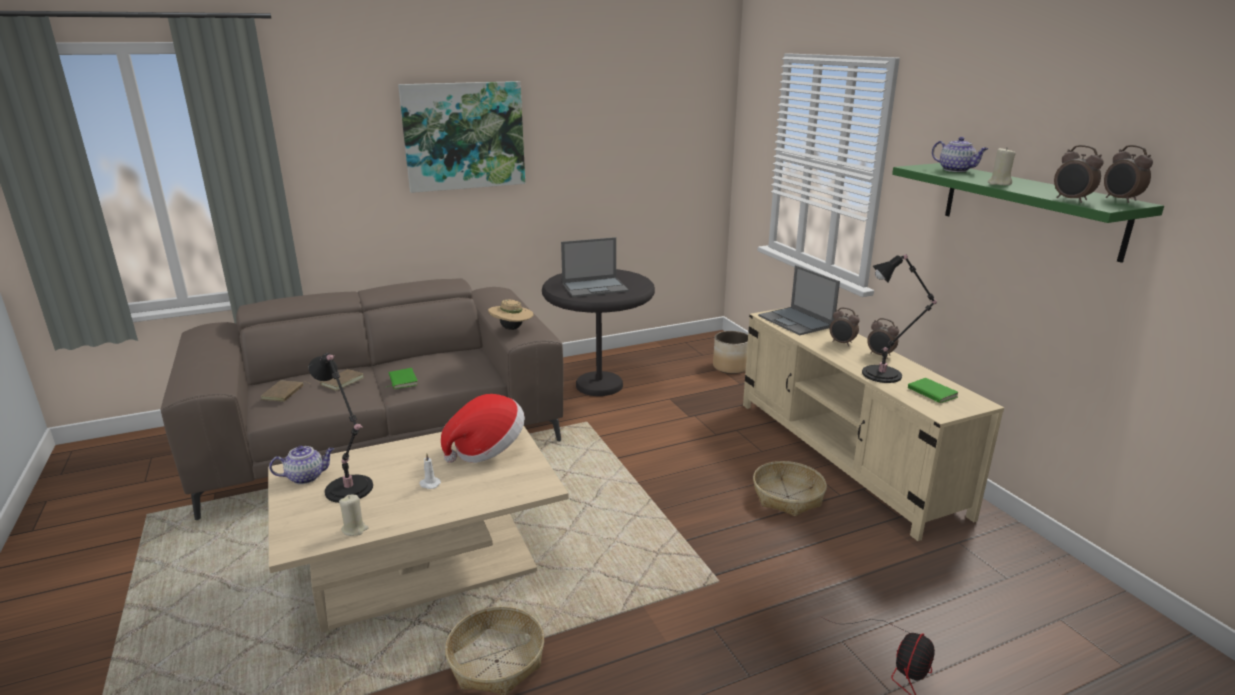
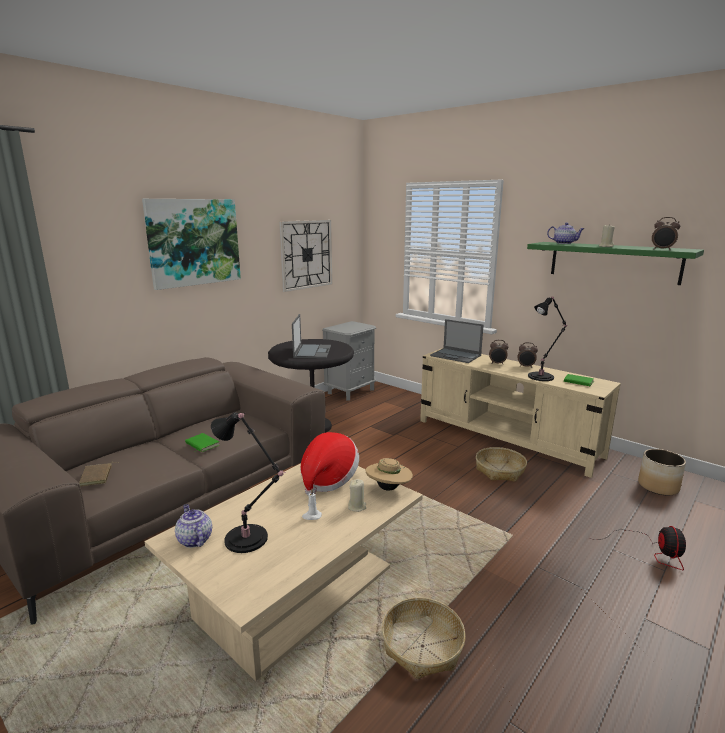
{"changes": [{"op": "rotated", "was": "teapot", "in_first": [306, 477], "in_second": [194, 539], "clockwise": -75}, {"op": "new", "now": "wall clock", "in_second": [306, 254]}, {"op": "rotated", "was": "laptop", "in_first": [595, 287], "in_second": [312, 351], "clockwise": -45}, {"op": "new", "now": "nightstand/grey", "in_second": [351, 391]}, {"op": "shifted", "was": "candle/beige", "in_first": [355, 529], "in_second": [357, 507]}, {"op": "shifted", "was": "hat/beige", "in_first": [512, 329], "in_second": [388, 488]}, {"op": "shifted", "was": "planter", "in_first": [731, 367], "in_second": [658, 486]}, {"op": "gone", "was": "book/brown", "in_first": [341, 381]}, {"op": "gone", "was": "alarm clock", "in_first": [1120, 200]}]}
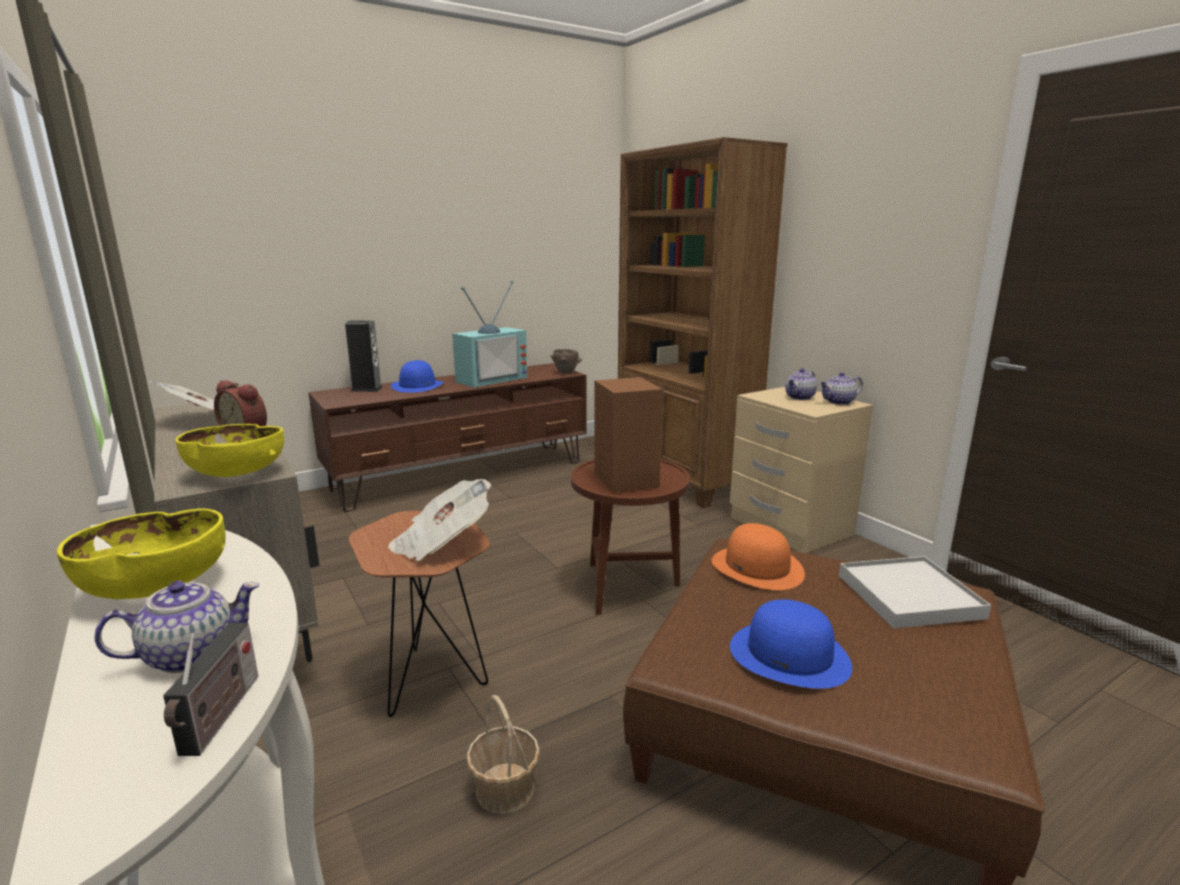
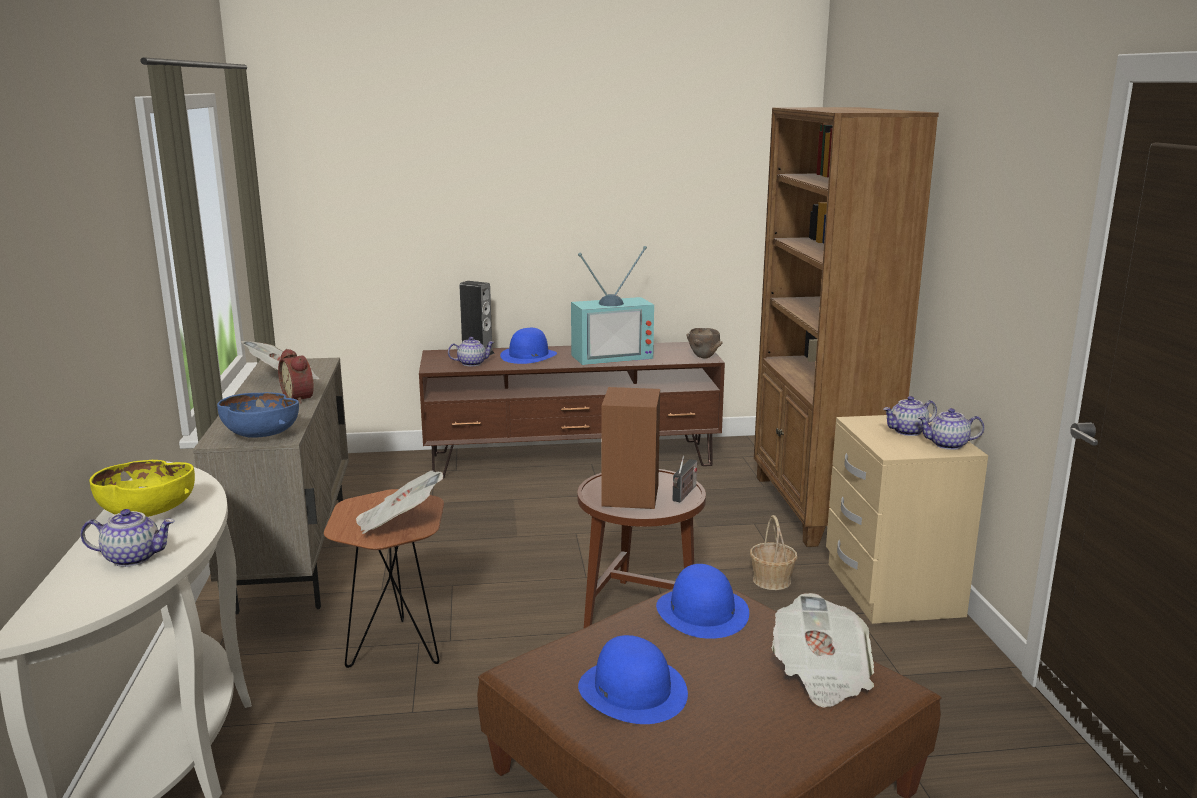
{"changes": [{"op": "repainted", "was": "bowl/yellow", "now": "bowl/blue", "in_first": [236, 474], "in_second": [260, 435]}, {"op": "new", "now": "teapot", "in_second": [472, 363]}, {"op": "repainted", "was": "hat/orange", "now": "hat/blue", "in_first": [757, 567], "in_second": [702, 612]}, {"op": "shifted", "was": "radio", "in_first": [220, 717], "in_second": [684, 494]}, {"op": "shifted", "was": "basket", "in_first": [504, 790], "in_second": [771, 580]}, {"op": "swapped", "was": "tray/white", "now": "newspaper", "in_first": [909, 596], "in_second": [821, 675]}]}
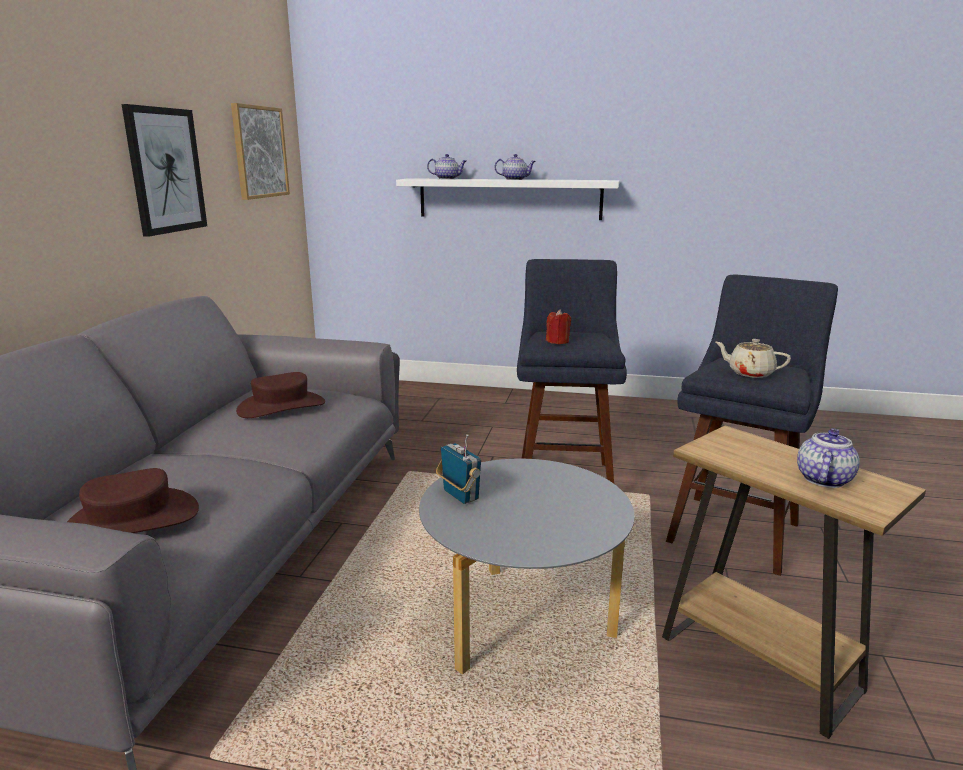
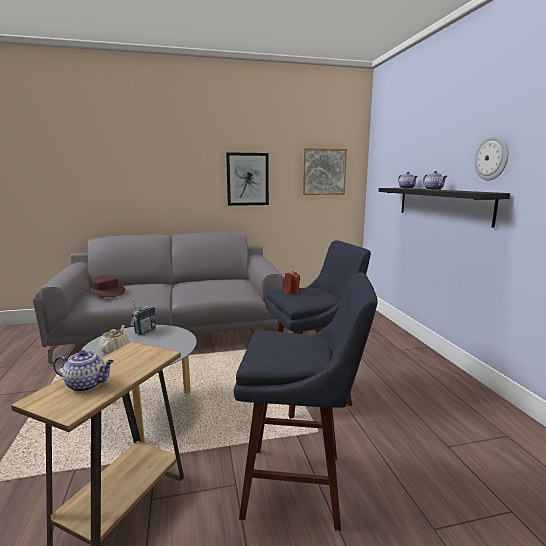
{"changes": [{"op": "shifted", "was": "teapot/beige", "in_first": [749, 373], "in_second": [115, 350]}, {"op": "repainted", "was": "shelf/white", "now": "shelf/black", "in_first": [509, 198], "in_second": [441, 204]}, {"op": "new", "now": "wall clock", "in_second": [492, 158]}, {"op": "gone", "was": "hat/brown", "in_first": [281, 406]}]}
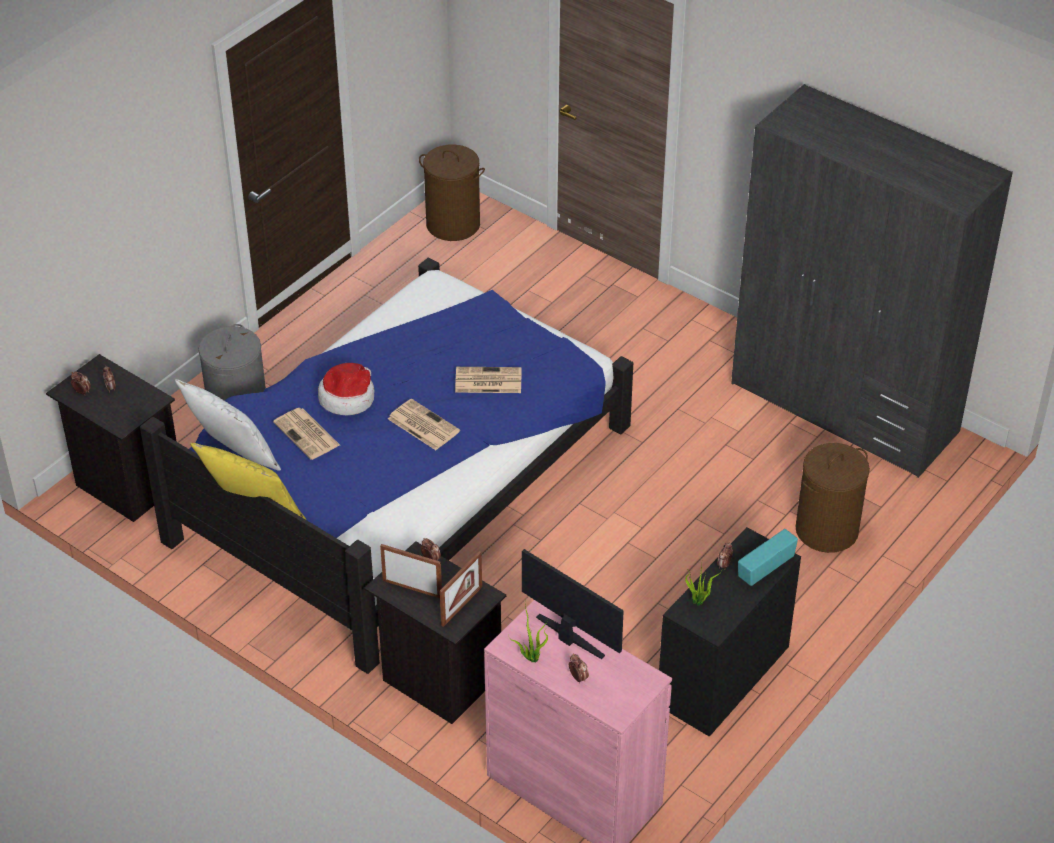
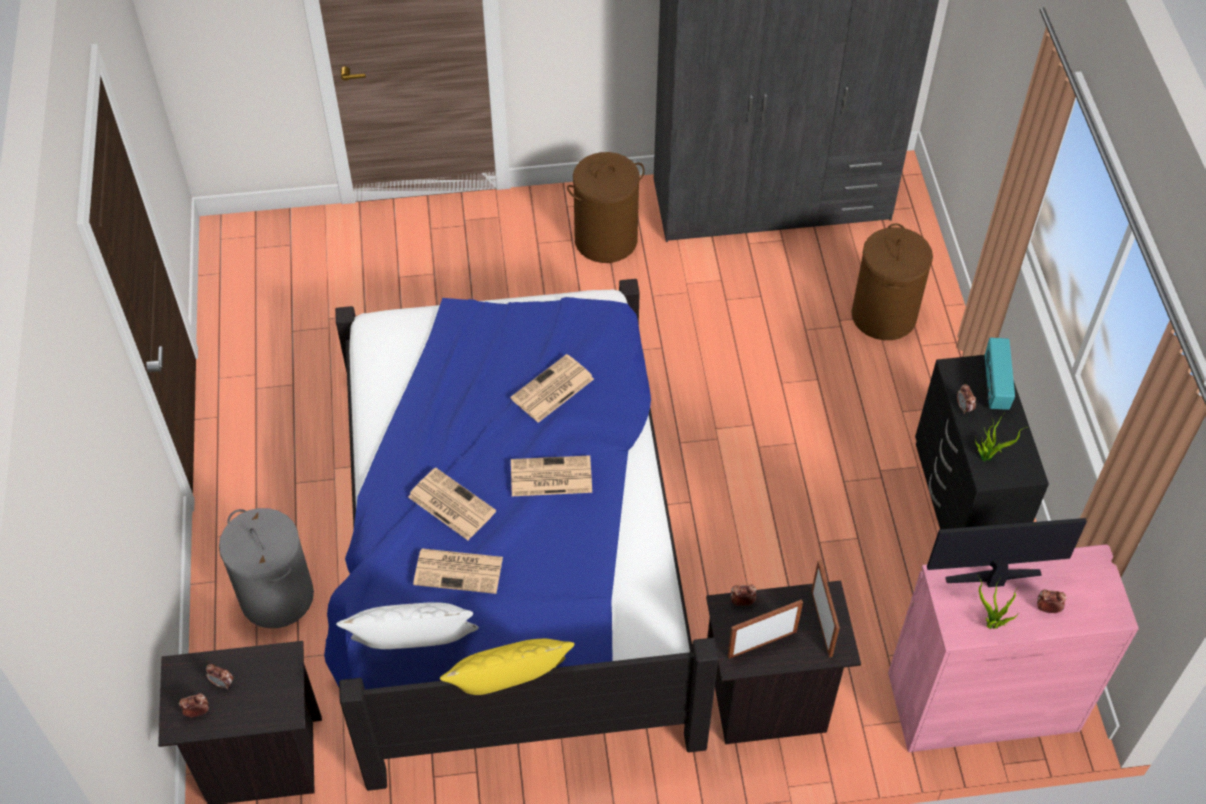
{"changes": [{"op": "swapped", "was": "hat", "now": "newspaper", "in_first": [347, 397], "in_second": [450, 504]}, {"op": "shifted", "was": "laundry basket/brown", "in_first": [453, 224], "in_second": [606, 239]}]}
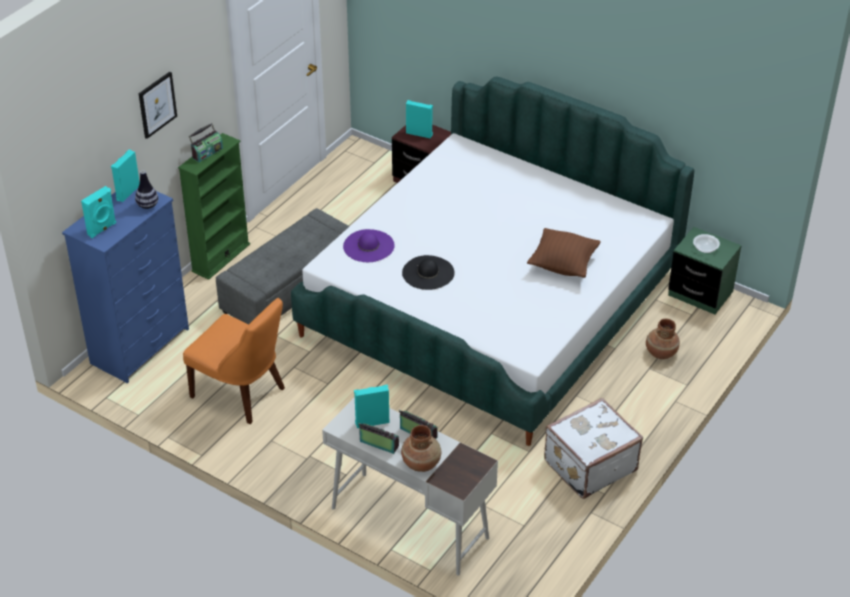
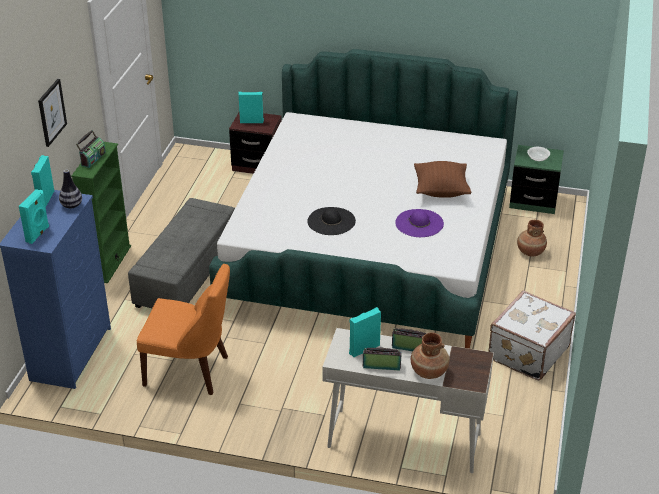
{"changes": [{"op": "shifted", "was": "hat/purple", "in_first": [368, 246], "in_second": [419, 223]}]}
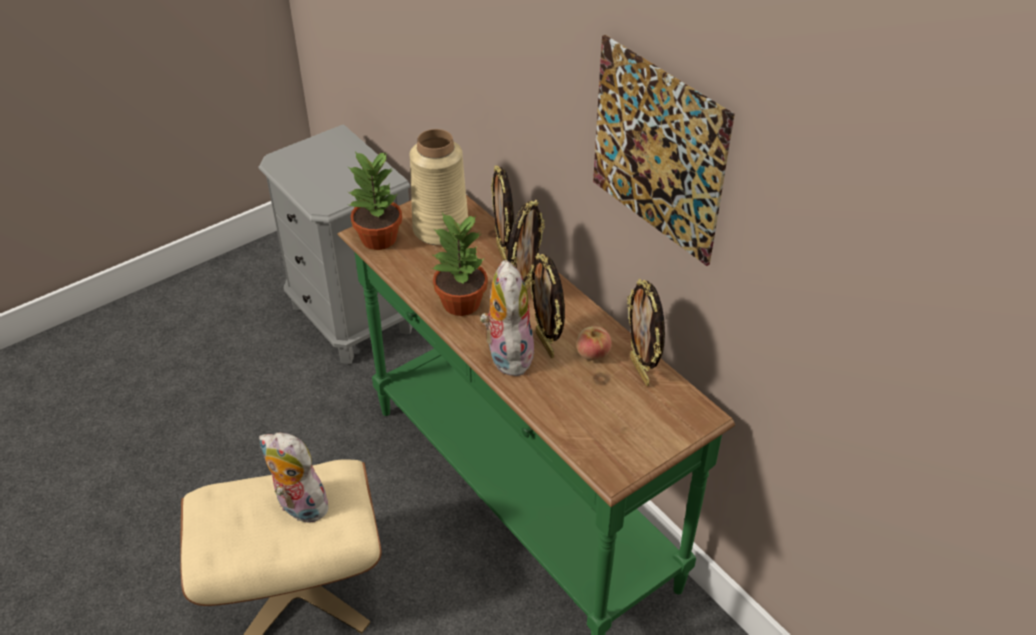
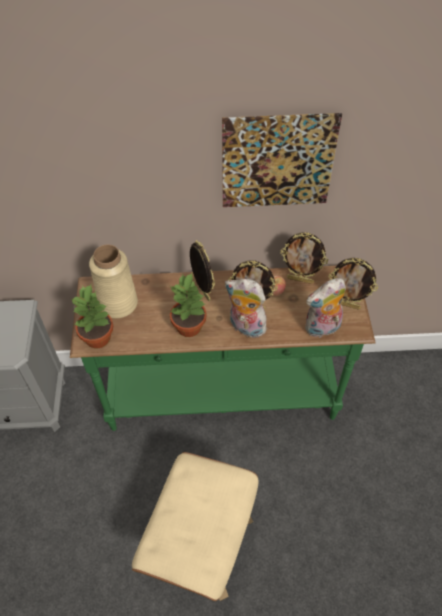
{"changes": [{"op": "shifted", "was": "plush toy", "in_first": [299, 506], "in_second": [322, 329]}, {"op": "shifted", "was": "picture frame", "in_first": [503, 254], "in_second": [346, 304]}]}
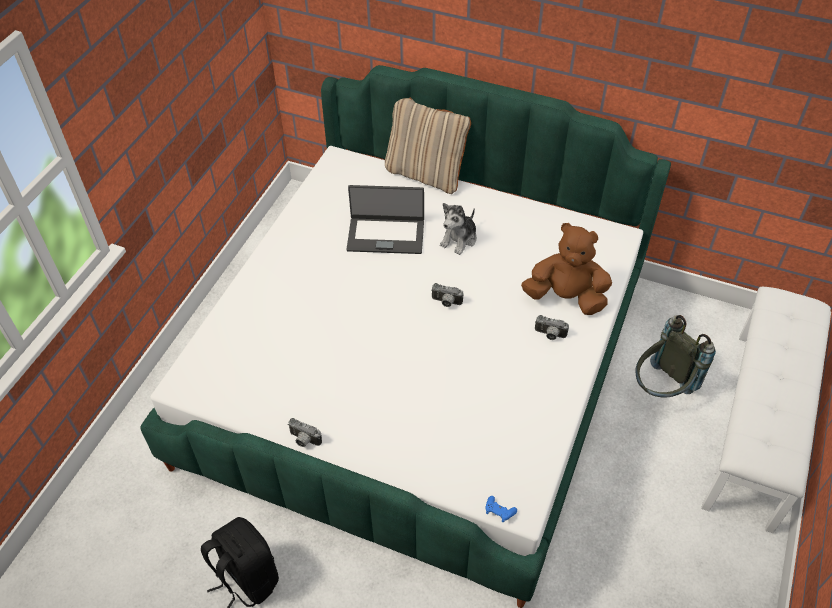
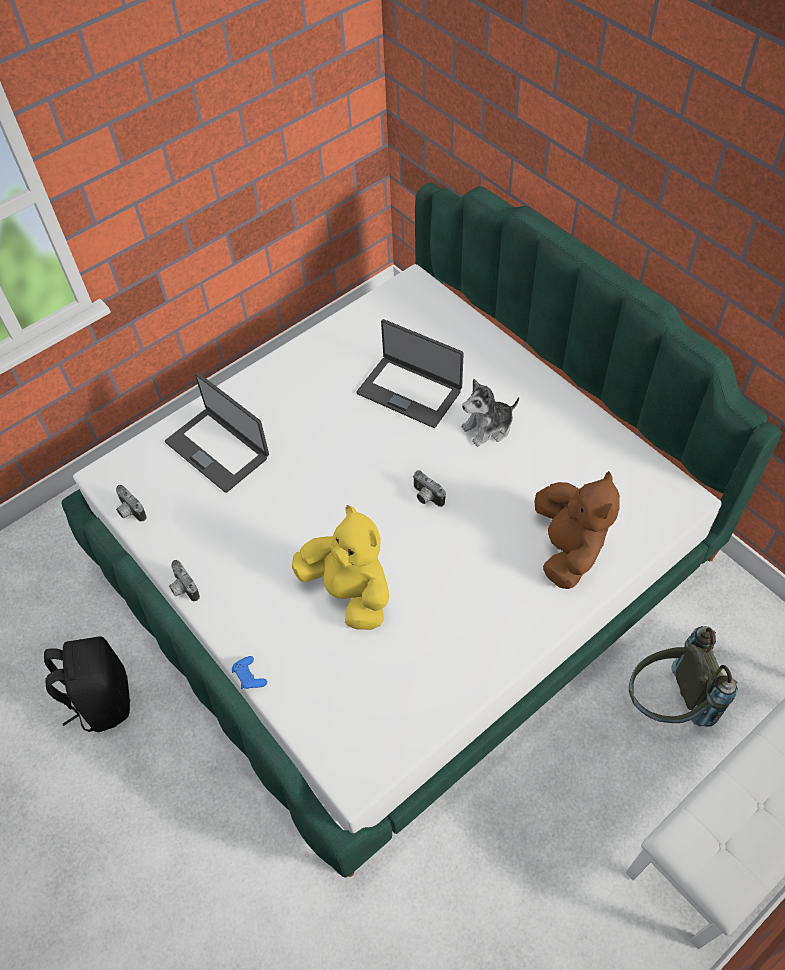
{"changes": [{"op": "shifted", "was": "photo camera", "in_first": [549, 335], "in_second": [129, 511]}, {"op": "new", "now": "laptop", "in_second": [218, 449]}, {"op": "shifted", "was": "game controller/blue", "in_first": [499, 512], "in_second": [249, 677]}, {"op": "new", "now": "plush toy/yellow", "in_second": [349, 592]}, {"op": "rotated", "was": "plush toy/brown", "in_first": [566, 297], "in_second": [568, 548], "clockwise": 45}, {"op": "gone", "was": "pillow/beige", "in_first": [426, 173]}]}
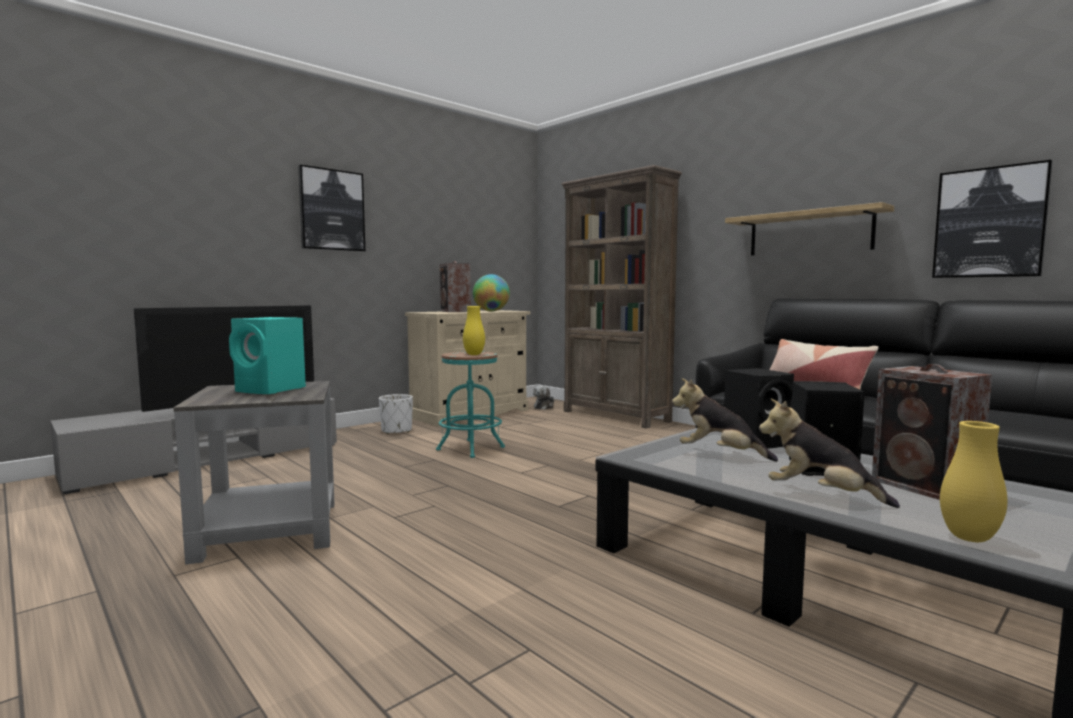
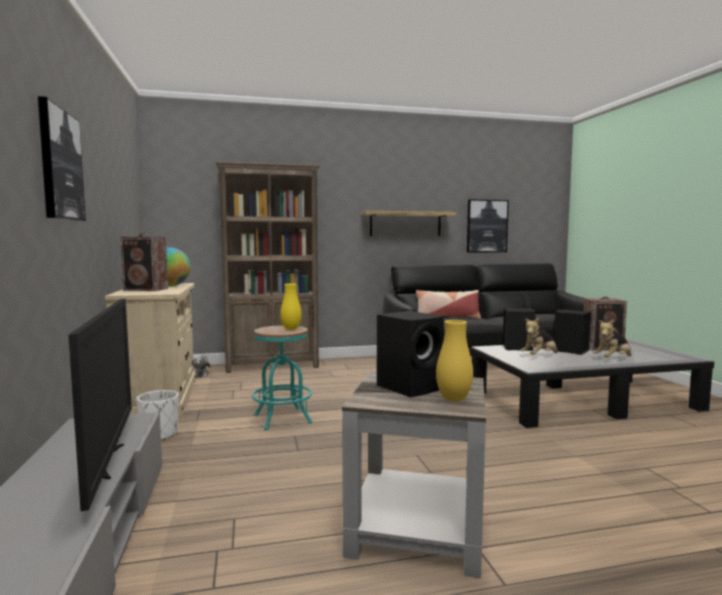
{"changes": [{"op": "repainted", "was": "speaker/turquoise", "now": "speaker/black", "in_first": [272, 390], "in_second": [411, 387]}, {"op": "shifted", "was": "vase/yellow", "in_first": [969, 538], "in_second": [453, 399]}]}
